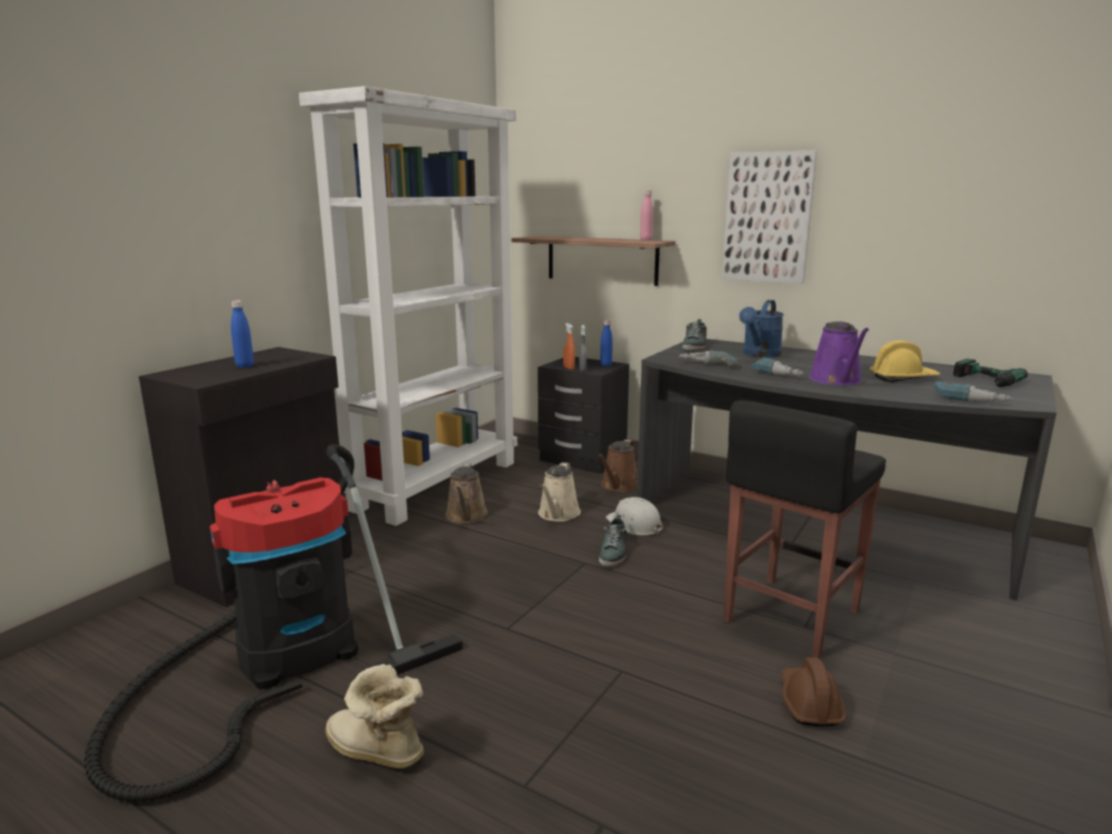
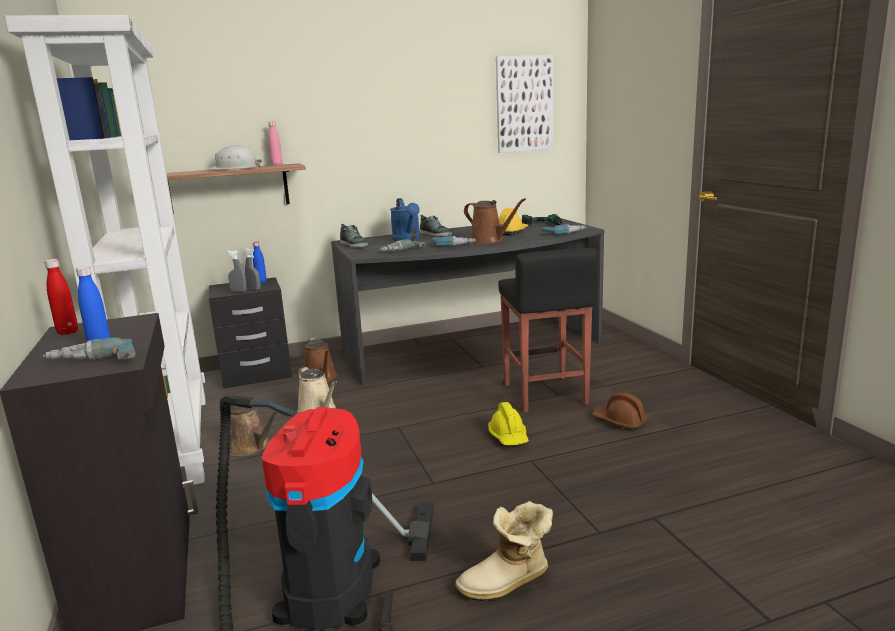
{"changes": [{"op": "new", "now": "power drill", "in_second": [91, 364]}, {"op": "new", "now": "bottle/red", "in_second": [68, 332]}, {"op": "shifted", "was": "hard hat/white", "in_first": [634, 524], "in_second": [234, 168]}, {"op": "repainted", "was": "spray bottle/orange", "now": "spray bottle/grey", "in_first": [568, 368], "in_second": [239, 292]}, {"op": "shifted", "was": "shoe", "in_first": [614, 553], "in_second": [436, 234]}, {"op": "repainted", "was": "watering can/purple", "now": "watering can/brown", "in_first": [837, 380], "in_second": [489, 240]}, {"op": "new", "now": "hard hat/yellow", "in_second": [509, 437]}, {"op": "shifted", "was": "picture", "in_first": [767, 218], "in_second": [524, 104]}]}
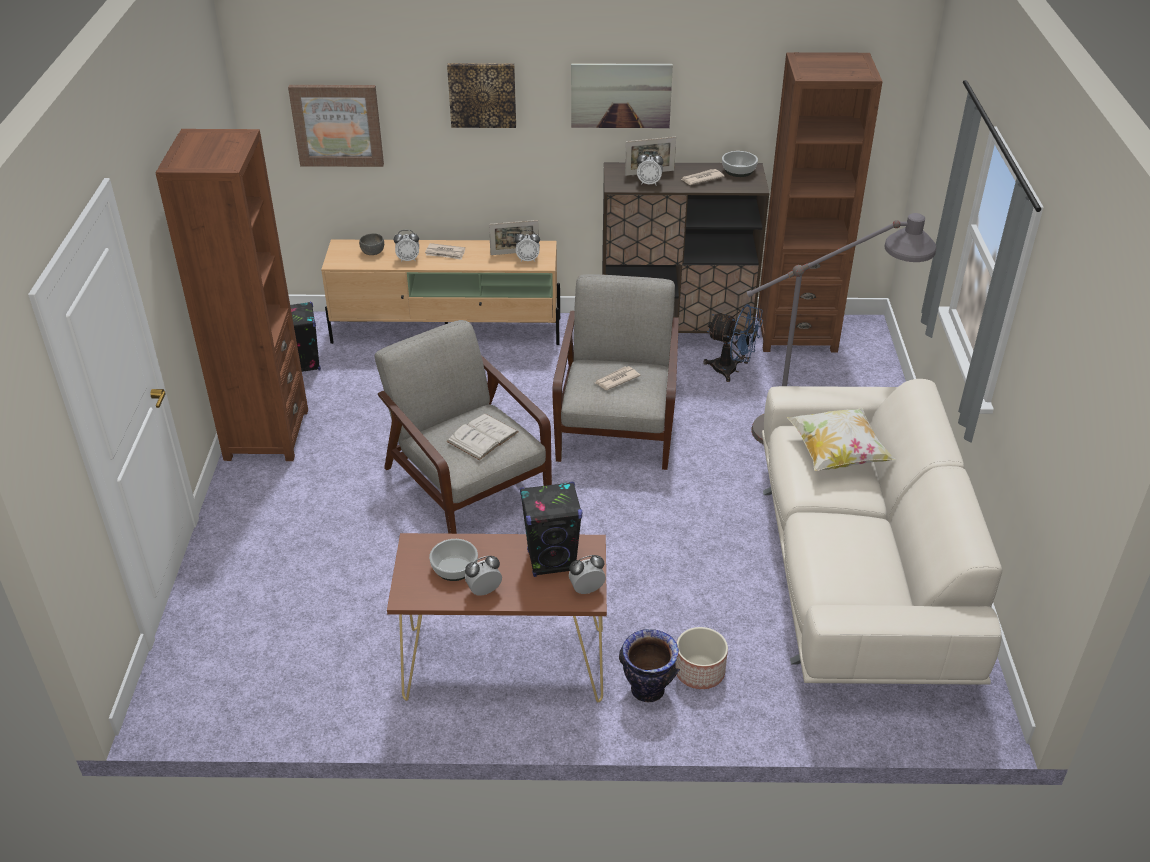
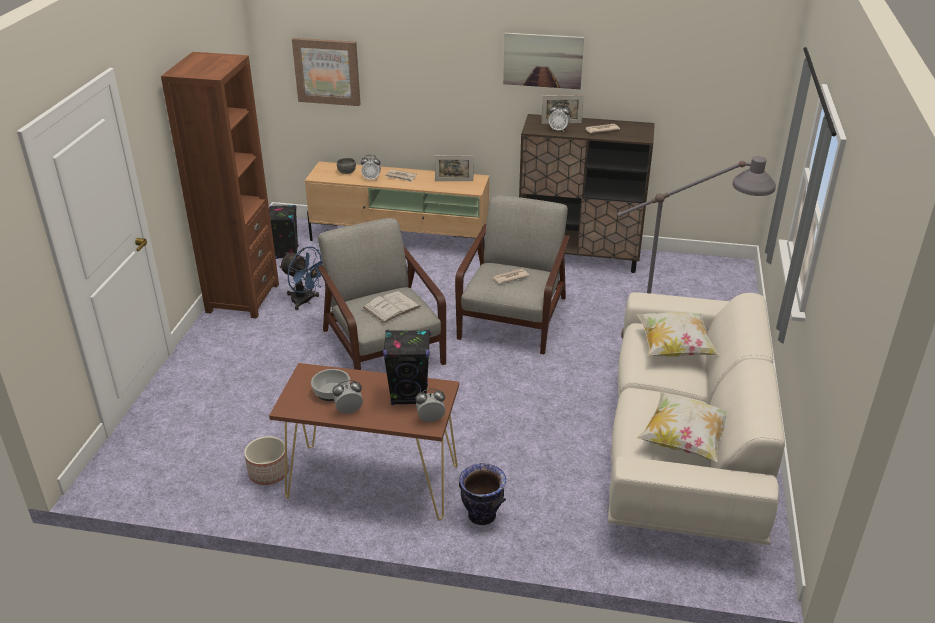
{"changes": [{"op": "shifted", "was": "planter", "in_first": [699, 672], "in_second": [268, 473]}, {"op": "shifted", "was": "fan/blue", "in_first": [731, 370], "in_second": [305, 301]}, {"op": "new", "now": "pillow", "in_second": [684, 440]}, {"op": "gone", "was": "picture", "in_first": [482, 94]}, {"op": "gone", "was": "alarm clock", "in_first": [527, 259]}, {"op": "gone", "was": "bowl", "in_first": [738, 170]}, {"op": "gone", "was": "bookcase/brown", "in_first": [796, 334]}]}
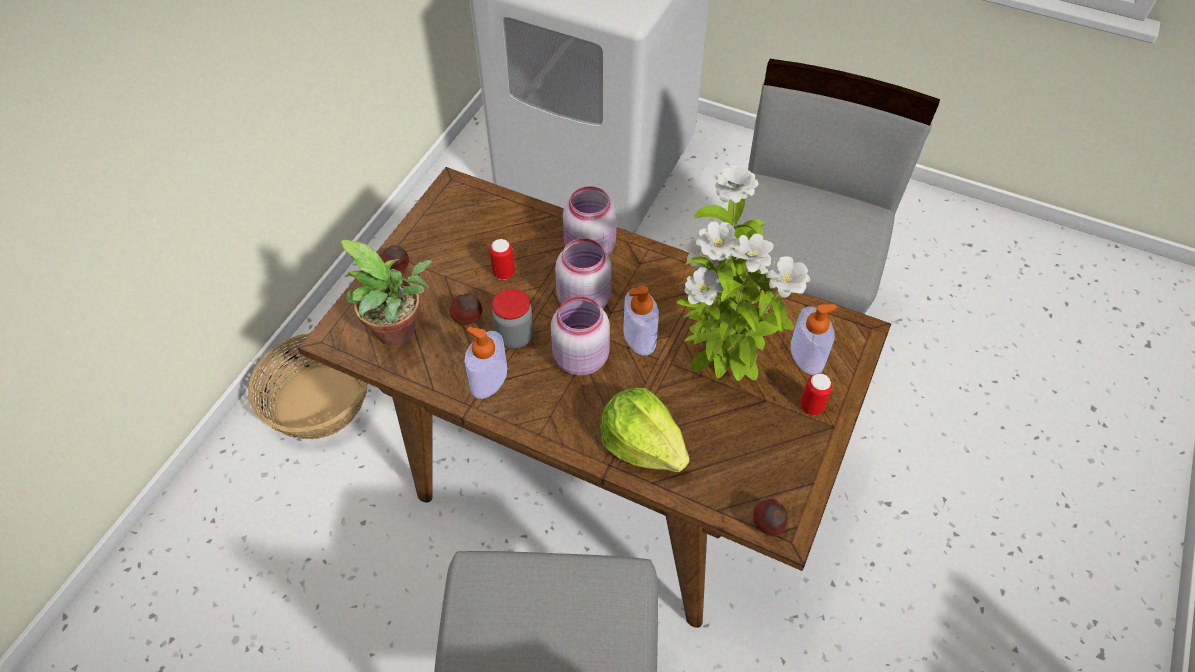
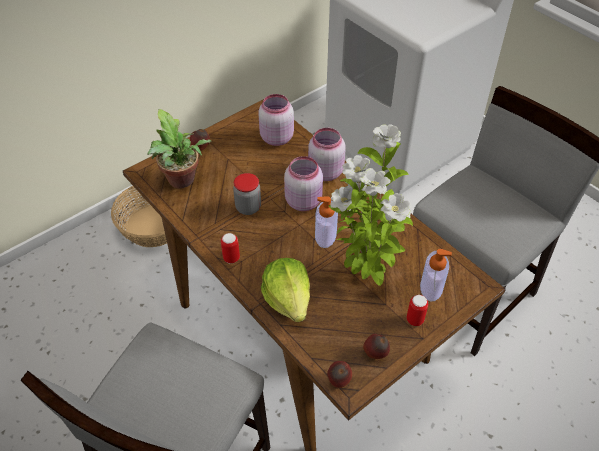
{"changes": [{"op": "shifted", "was": "can", "in_first": [504, 273], "in_second": [231, 258]}, {"op": "shifted", "was": "jar/pink", "in_first": [579, 358], "in_second": [276, 137]}, {"op": "shifted", "was": "apple", "in_first": [468, 320], "in_second": [375, 354]}, {"op": "gone", "was": "soap dispenser", "in_first": [489, 379]}]}
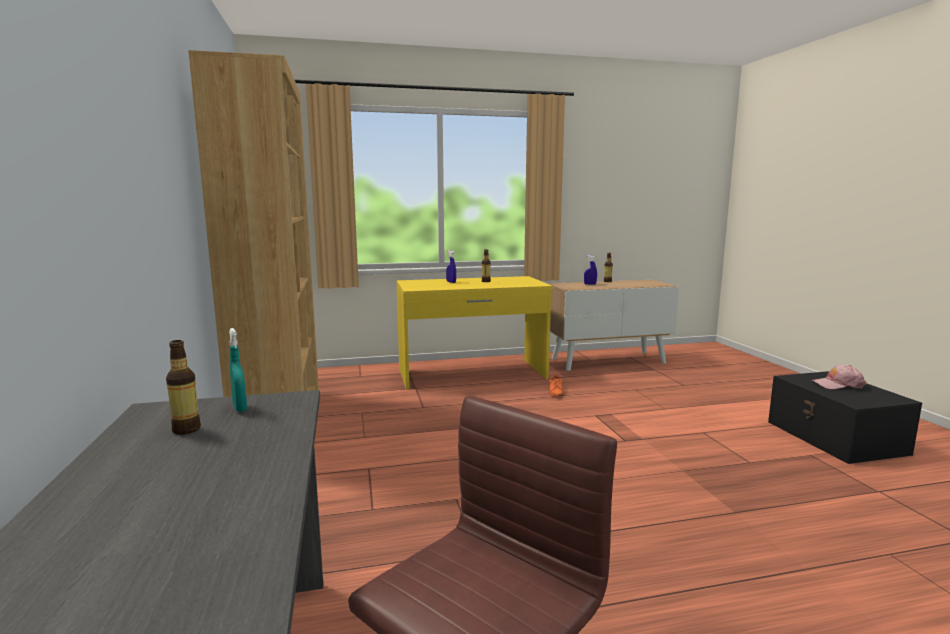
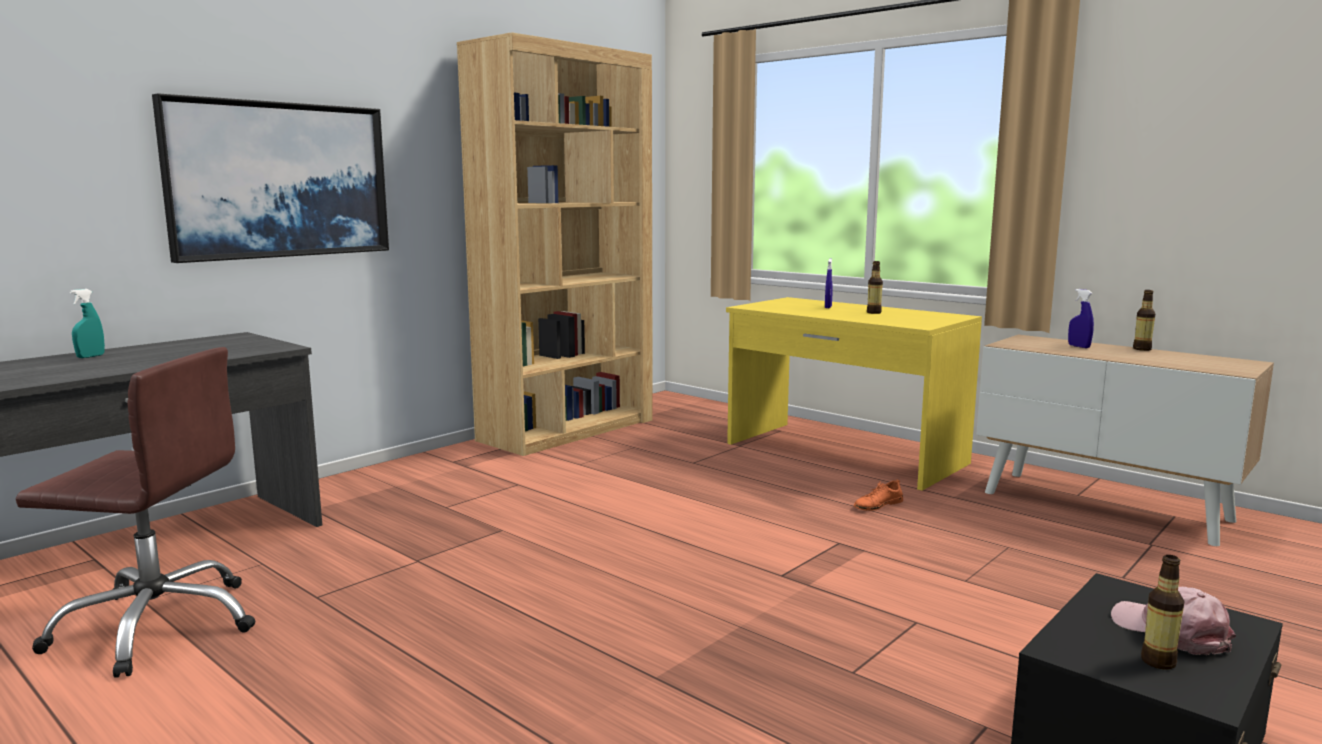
{"changes": [{"op": "shifted", "was": "spray bottle/turquoise", "in_first": [240, 408], "in_second": [90, 356]}, {"op": "new", "now": "picture", "in_second": [279, 180]}, {"op": "shifted", "was": "bottle", "in_first": [186, 430], "in_second": [1158, 662]}]}
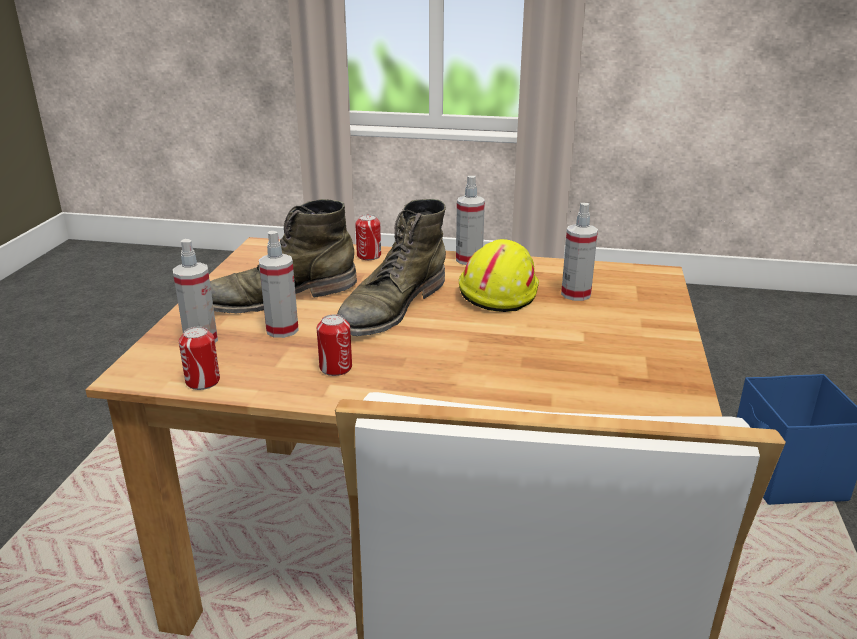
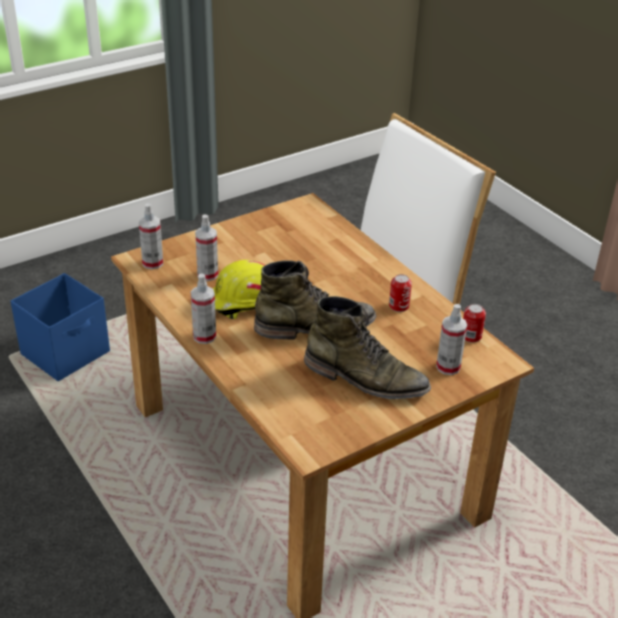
{"changes": [{"op": "shifted", "was": "spray bottle", "in_first": [282, 330], "in_second": [152, 263]}, {"op": "gone", "was": "can", "in_first": [369, 256]}]}
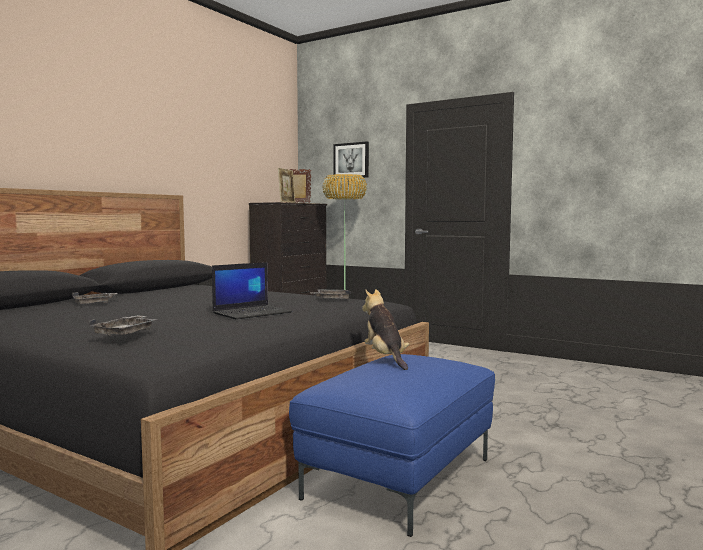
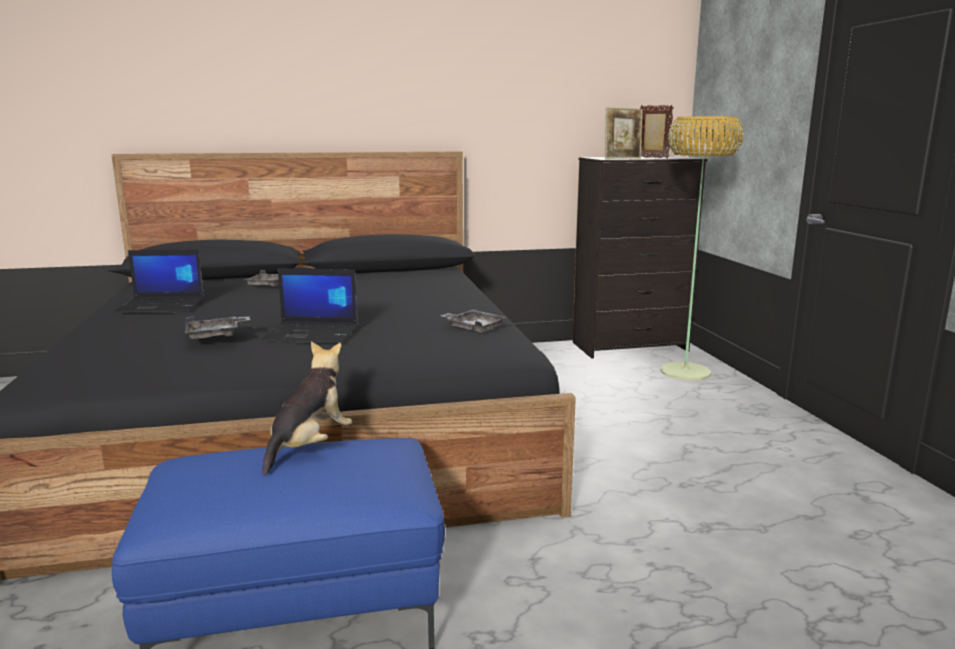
{"changes": [{"op": "new", "now": "laptop", "in_second": [162, 306]}, {"op": "shifted", "was": "tray/grey", "in_first": [126, 333], "in_second": [215, 335]}, {"op": "gone", "was": "picture", "in_first": [351, 160]}]}
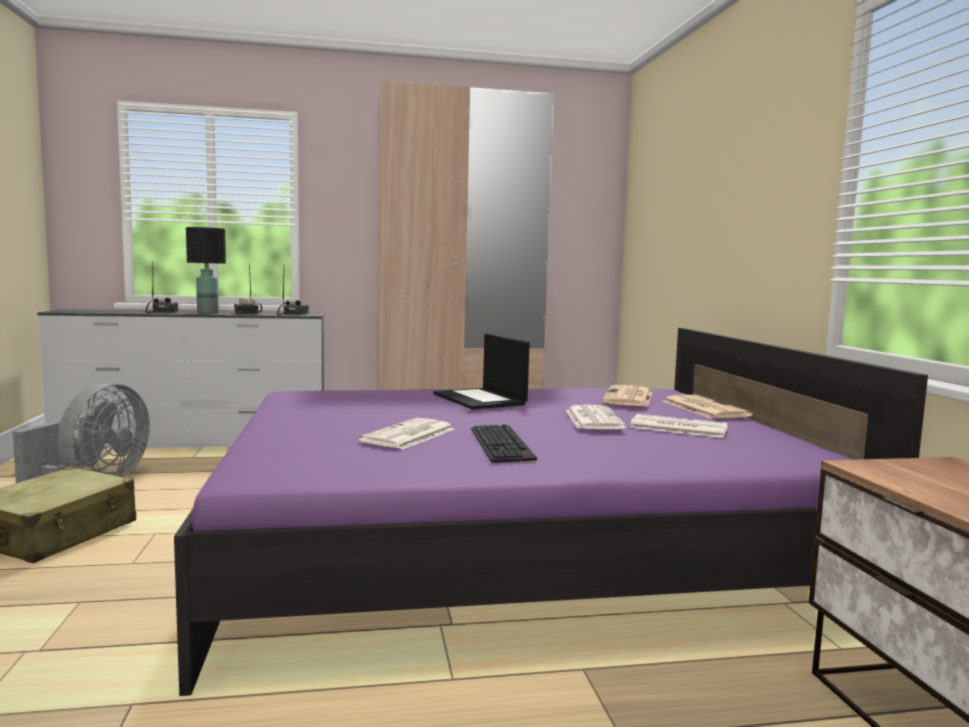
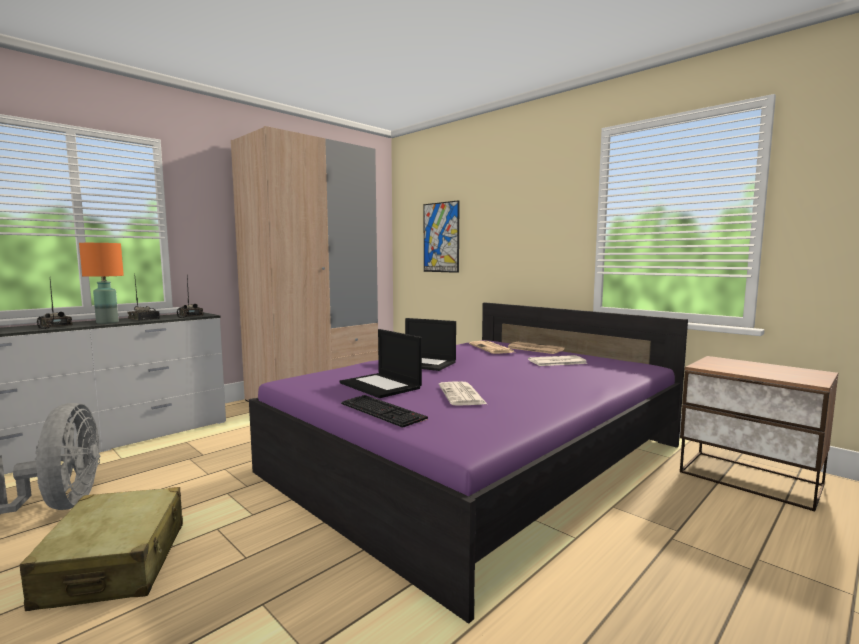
{"changes": [{"op": "repainted", "was": "table lamp/black", "now": "table lamp/orange", "in_first": [208, 313], "in_second": [108, 322]}, {"op": "new", "now": "laptop", "in_second": [381, 385]}, {"op": "shifted", "was": "keyboard", "in_first": [503, 444], "in_second": [384, 411]}, {"op": "new", "now": "picture", "in_second": [441, 237]}, {"op": "gone", "was": "newspaper", "in_first": [593, 419]}]}
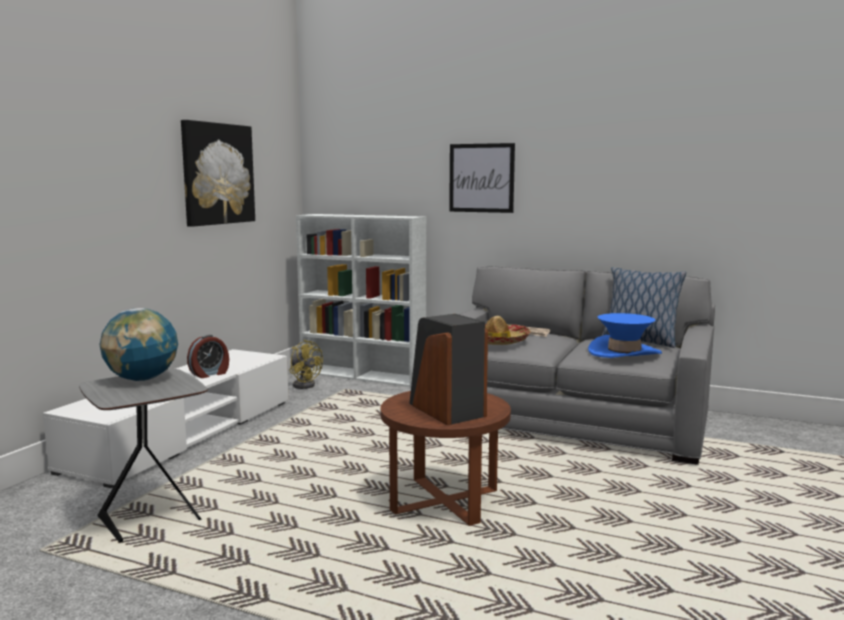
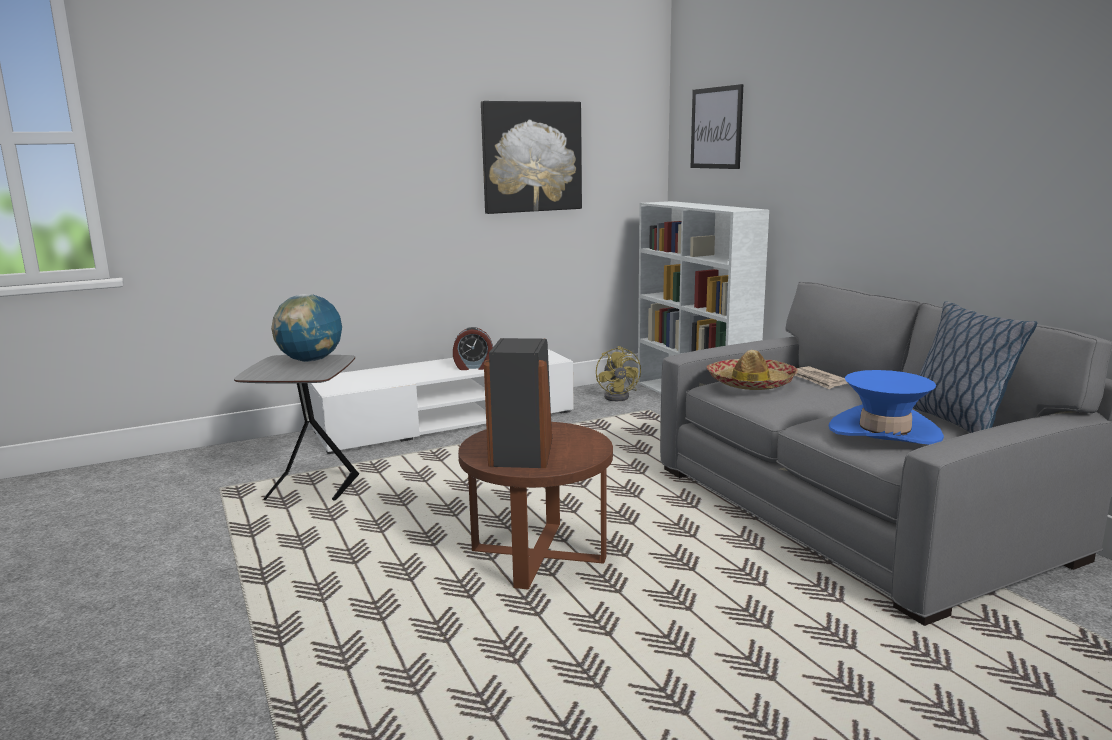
{"changes": [{"op": "shifted", "was": "picture", "in_first": [481, 178], "in_second": [716, 128]}]}
